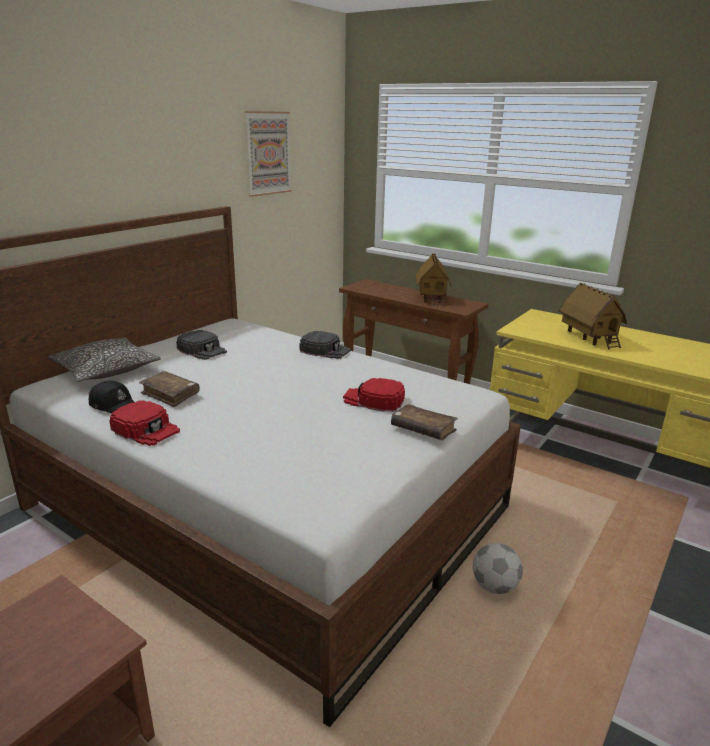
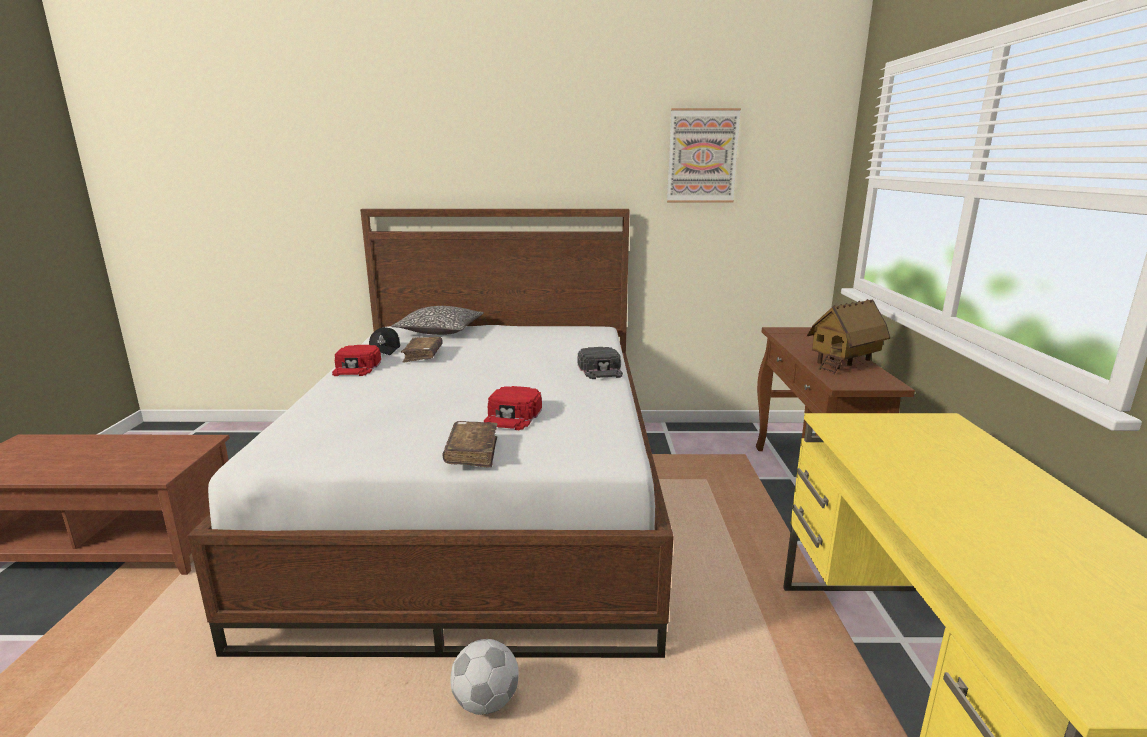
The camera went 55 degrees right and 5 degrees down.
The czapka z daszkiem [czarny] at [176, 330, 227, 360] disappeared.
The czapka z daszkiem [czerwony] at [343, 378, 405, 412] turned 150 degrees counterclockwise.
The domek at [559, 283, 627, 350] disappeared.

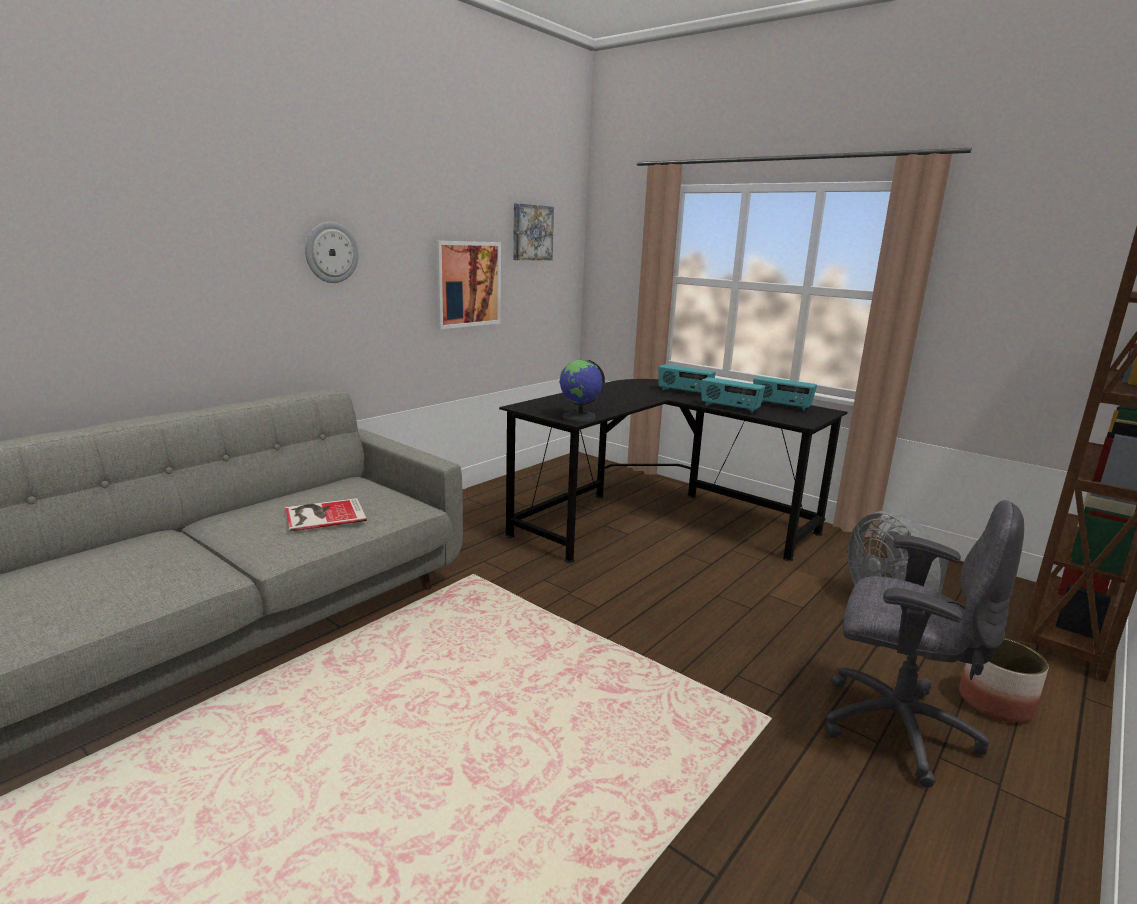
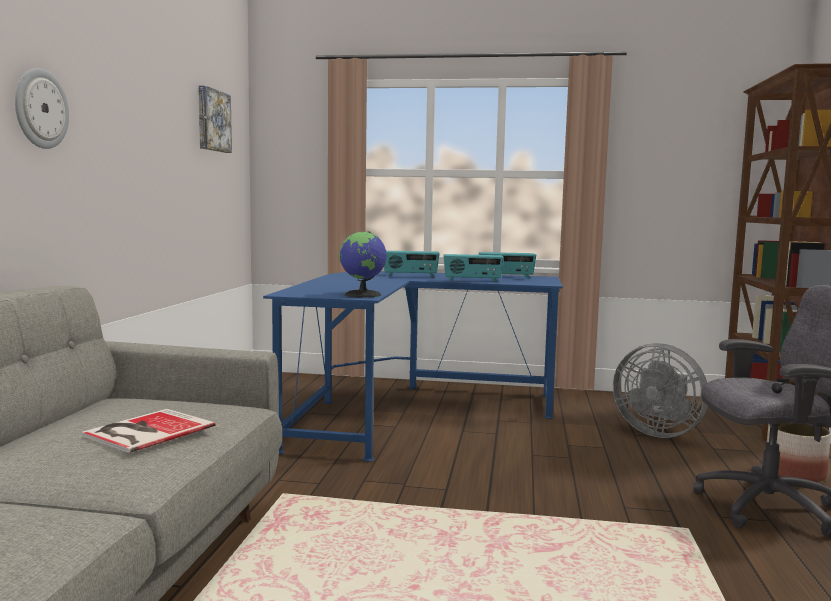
The camera went 30 degrees left and 10 degrees down.
The obraz at [434, 240, 501, 329] disappeared.
The biurko [czarny] at [499, 379, 847, 563] became the biurko [niebieski] at [263, 271, 563, 462].

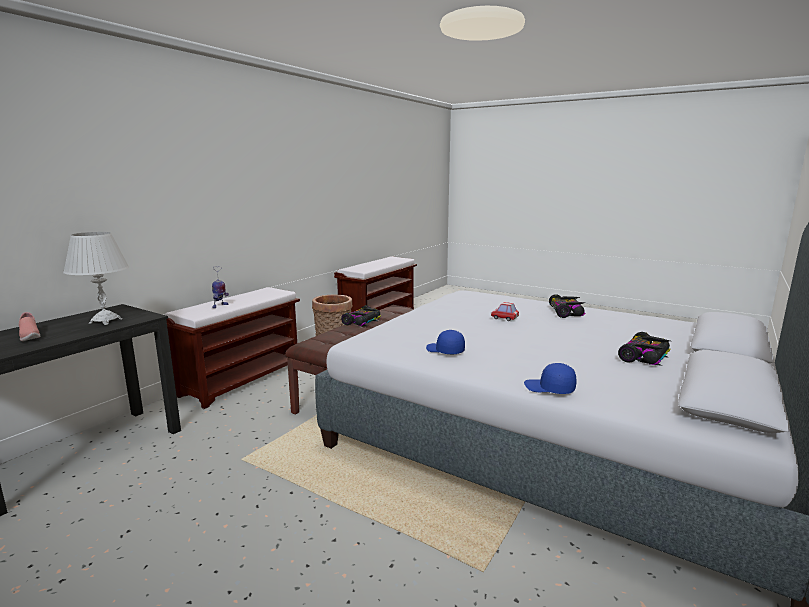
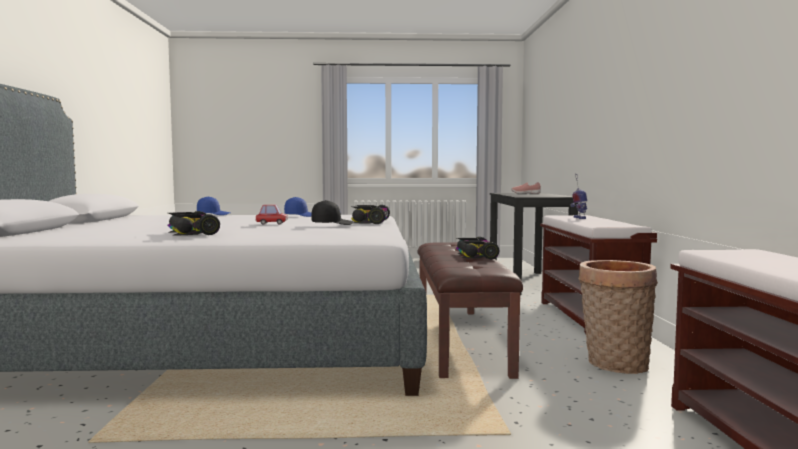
The camera went 145 degrees right and 10 degrees down.
The lampa stołowa [biały] at [63, 232, 129, 325] disappeared.
The samochodzik moved from [618, 332, 671, 366] to [351, 205, 390, 224].
The czapka z daszkiem [czarny] at [311, 200, 354, 225] appeared.

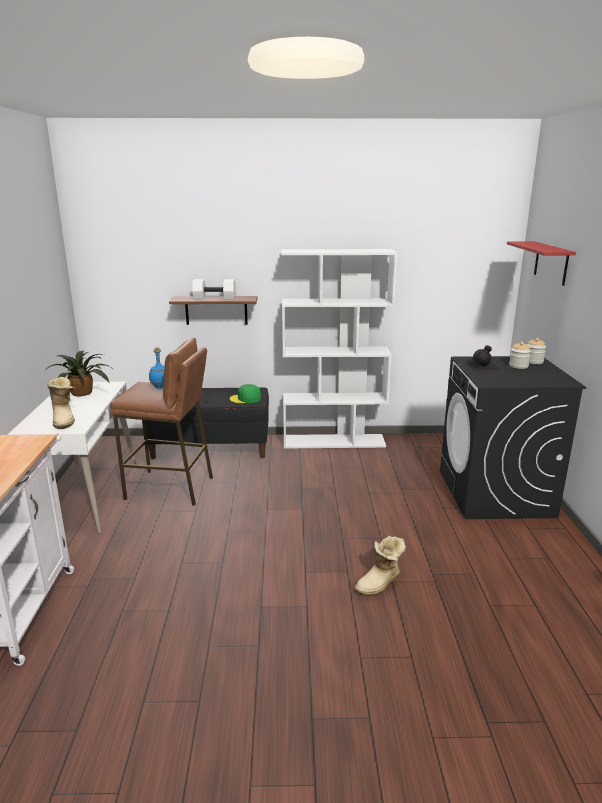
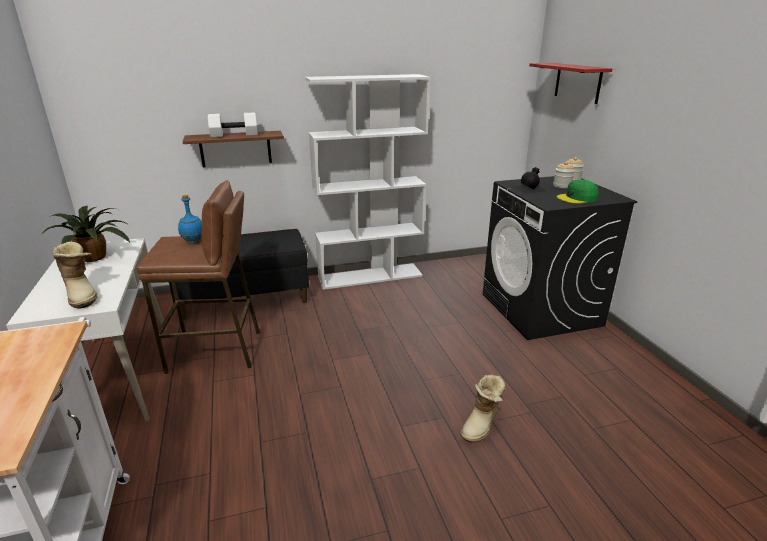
The camera went 15 degrees left and 5 degrees up.
The czapka z daszkiem [zielony] moved from [230, 384, 261, 403] to [557, 179, 599, 204].

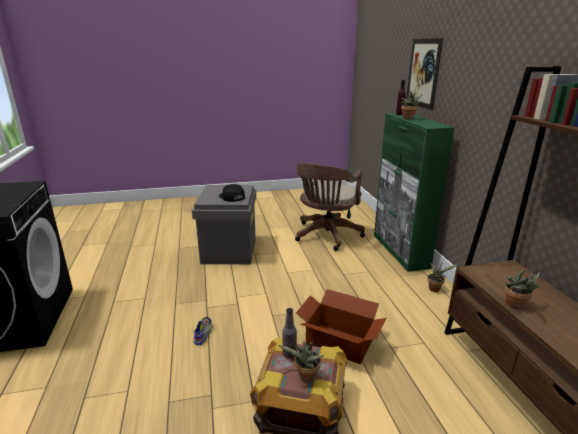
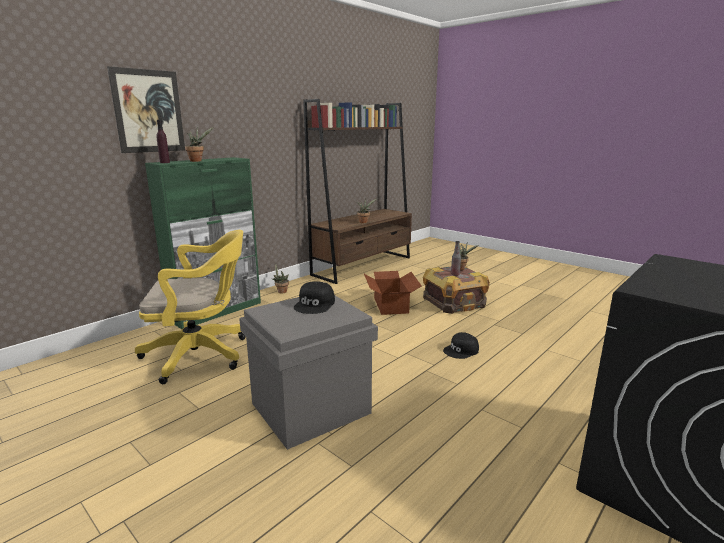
The camera went 125 degrees left and 5 degrees down.
The but at [193, 317, 216, 345] was replaced by the czapka z daszkiem [czarny] at [443, 332, 479, 359].
The krzesło biurowe [brązowy] at [295, 163, 365, 251] became the krzesło biurowe [żółty] at [135, 230, 246, 384].

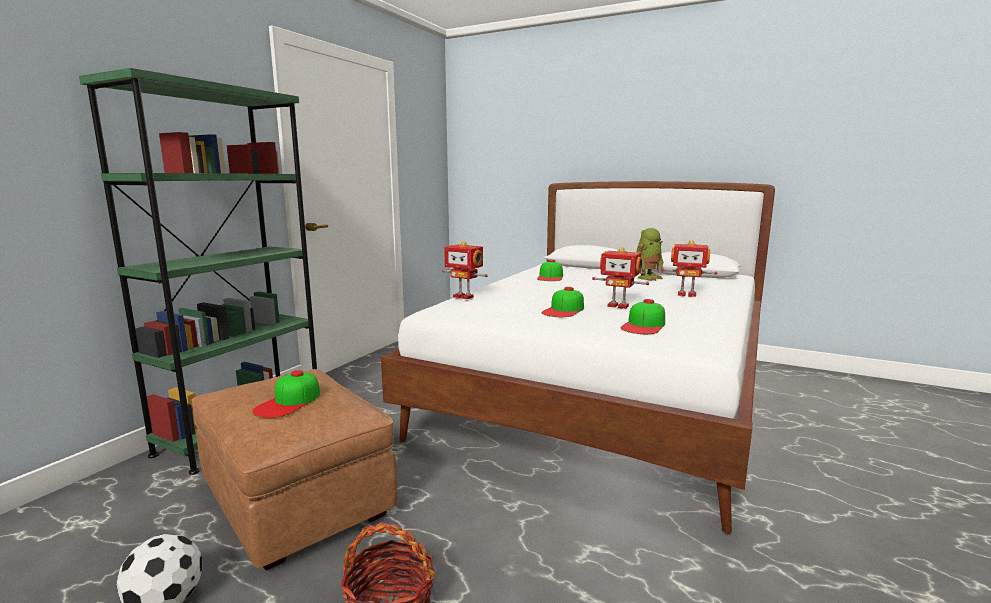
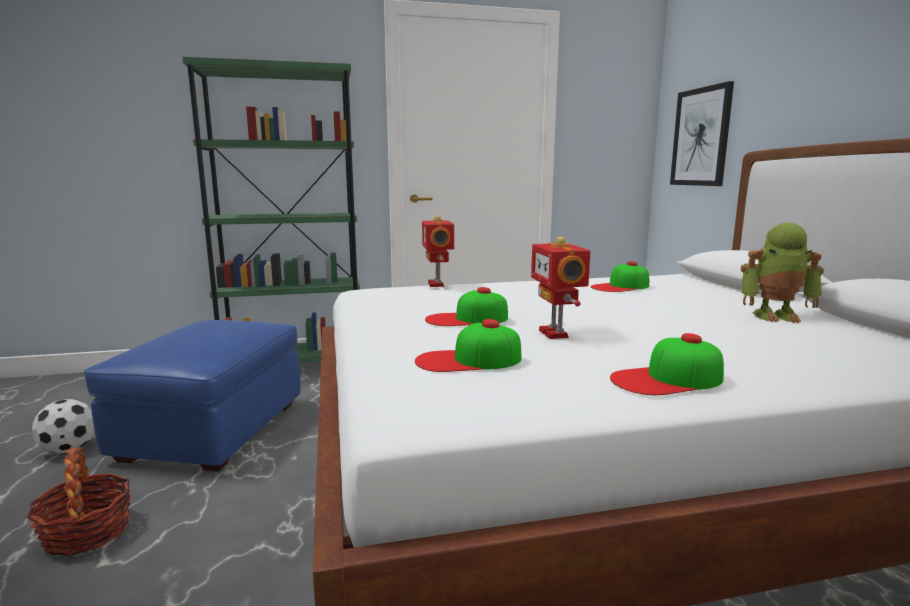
The camera went 50 degrees right and 0 degrees up.
The pufa [brązowy] at [191, 369, 397, 571] became the pufa [niebieski] at [83, 320, 301, 472].
The czapka z daszkiem moved from [252, 370, 320, 418] to [610, 333, 724, 395].
The robot zabawkowy at [661, 240, 718, 297] disappeared.
The obraz at [670, 81, 734, 186] appeared.

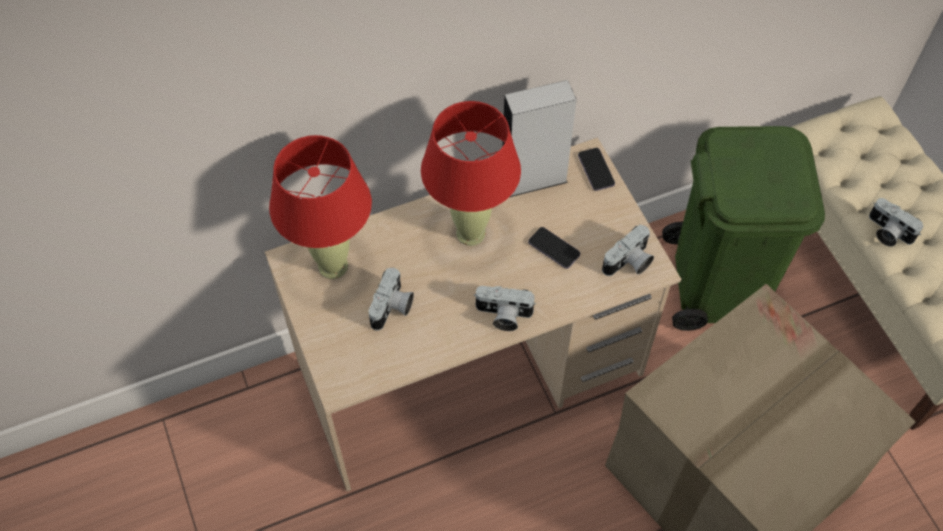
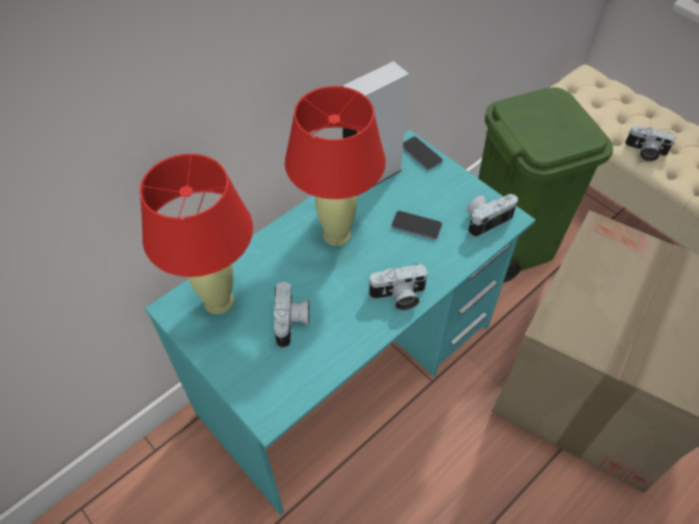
The camera went 20 degrees left and 5 degrees down.
The biurko [beżowy] at [265, 137, 681, 491] became the biurko [turkusowy] at [145, 130, 536, 515].
The aparat fotograficzny at [602, 224, 654, 276] turned 150 degrees counterclockwise.

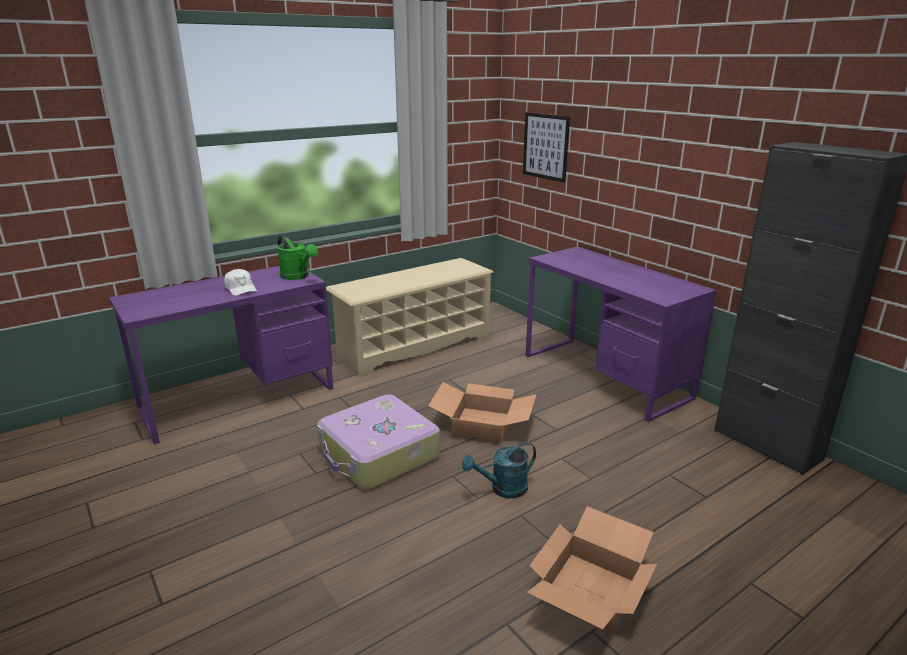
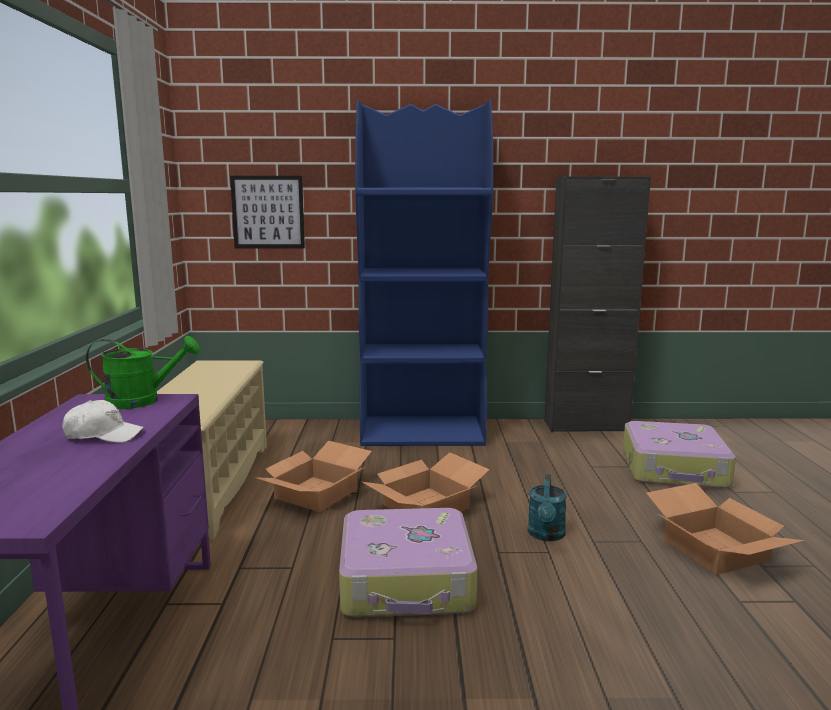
The camera went 55 degrees left and 10 degrees down.
The biurko [fioletowy] at [525, 247, 716, 422] was replaced by the regał [niebieski] at [355, 99, 493, 446].
The karton at [253, 441, 372, 512] appeared.
The walizka at [623, 421, 736, 489] appeared.

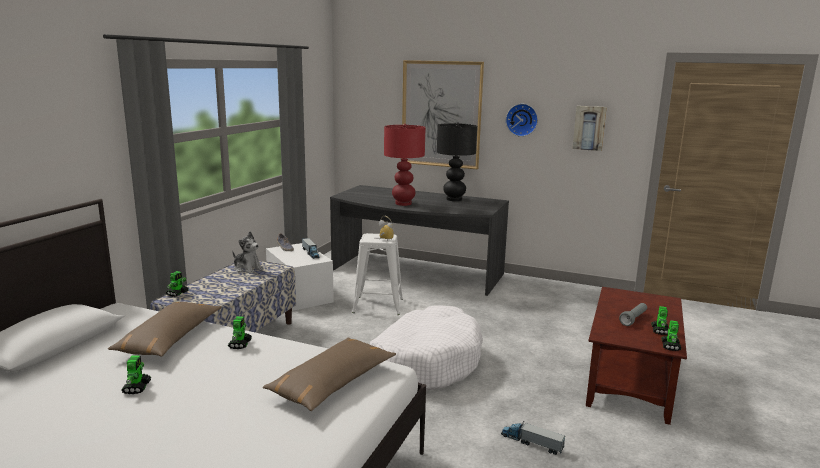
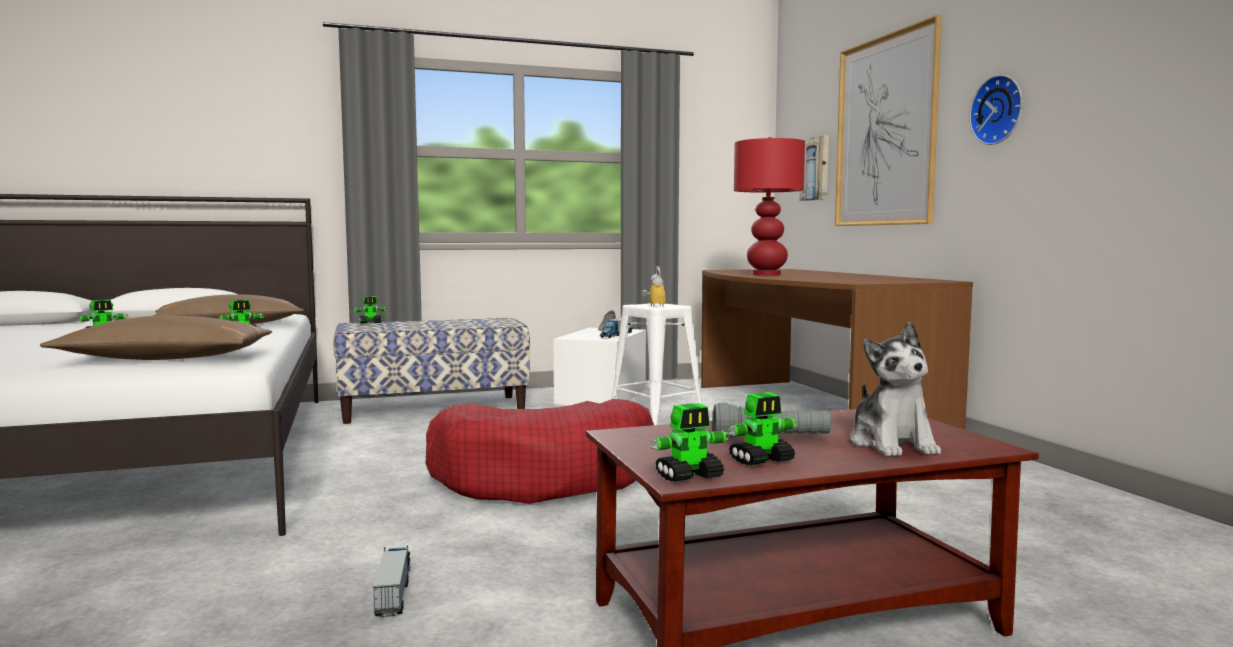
The camera went 50 degrees right and 10 degrees down.
The pluszak moved from [232, 232, 264, 274] to [850, 322, 941, 457].
The biurko [szary] at [330, 185, 509, 296] became the biurko [brązowy] at [701, 269, 973, 430].
The legowisko [biały] at [370, 305, 483, 390] became the legowisko [czerwony] at [425, 399, 654, 504].
The lampa stołowa [czarny] at [437, 122, 477, 201] disappeared.
The obraz moved from [572, 106, 607, 151] to [799, 135, 829, 201].

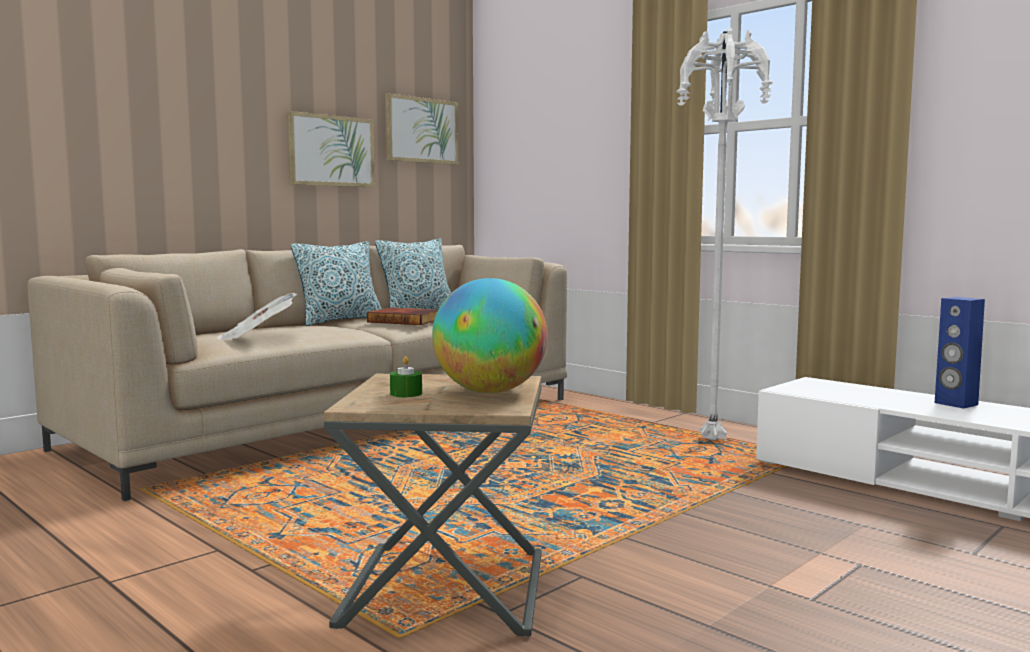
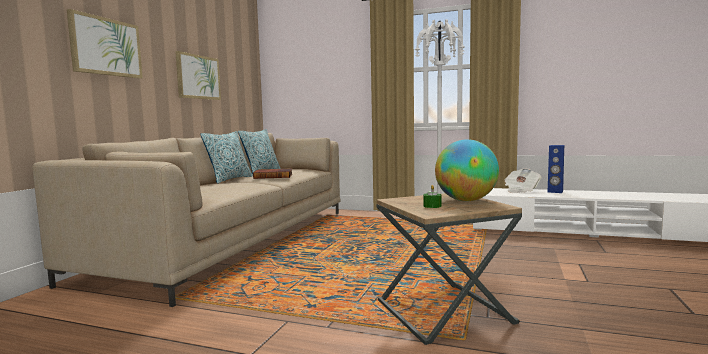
The camera went 25 degrees left and 0 degrees up.
The gazeta moved from [216, 293, 297, 340] to [504, 168, 542, 193].
The obraz moved from [385, 93, 458, 165] to [67, 9, 143, 79].

